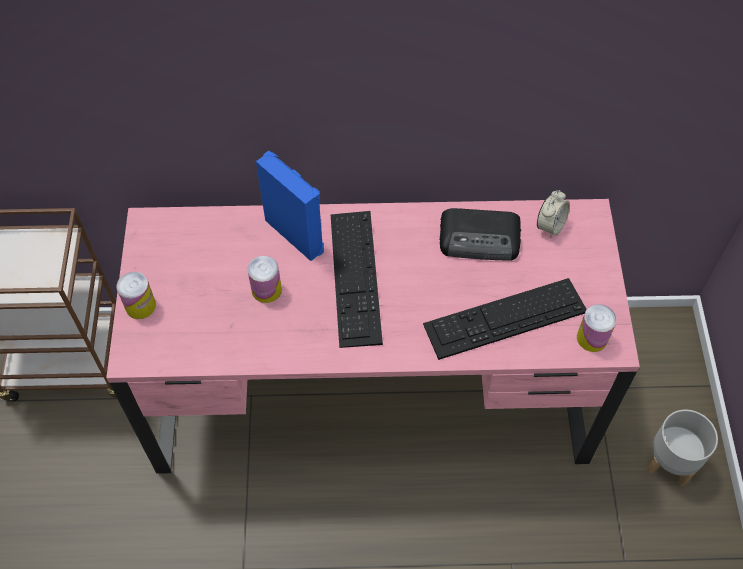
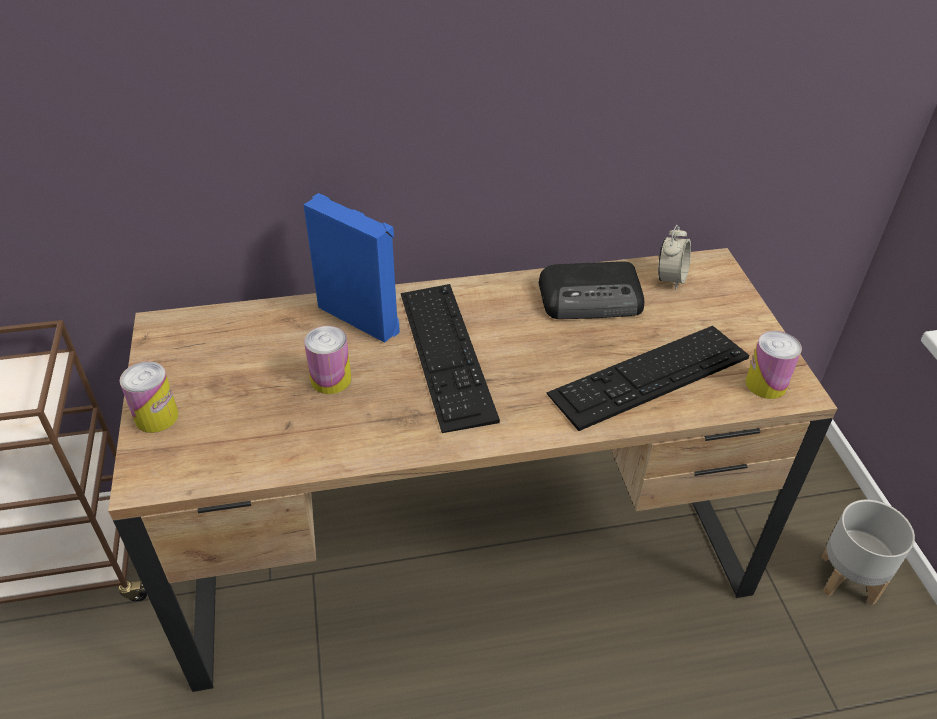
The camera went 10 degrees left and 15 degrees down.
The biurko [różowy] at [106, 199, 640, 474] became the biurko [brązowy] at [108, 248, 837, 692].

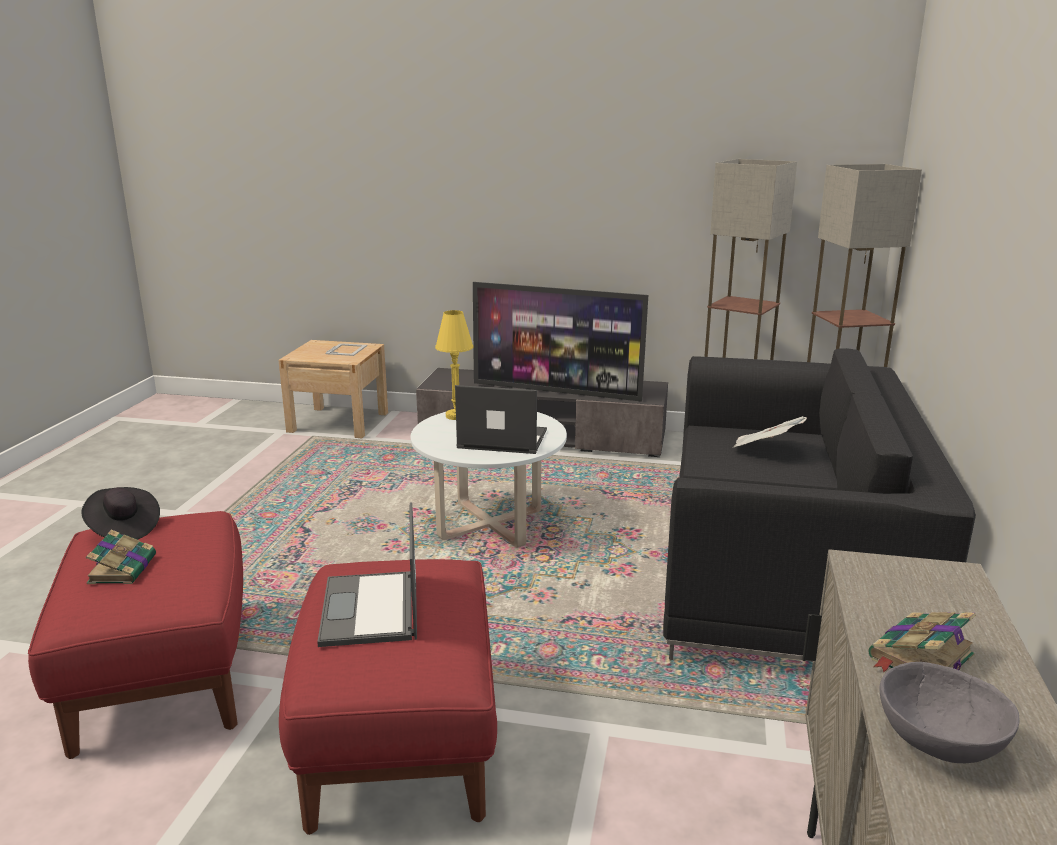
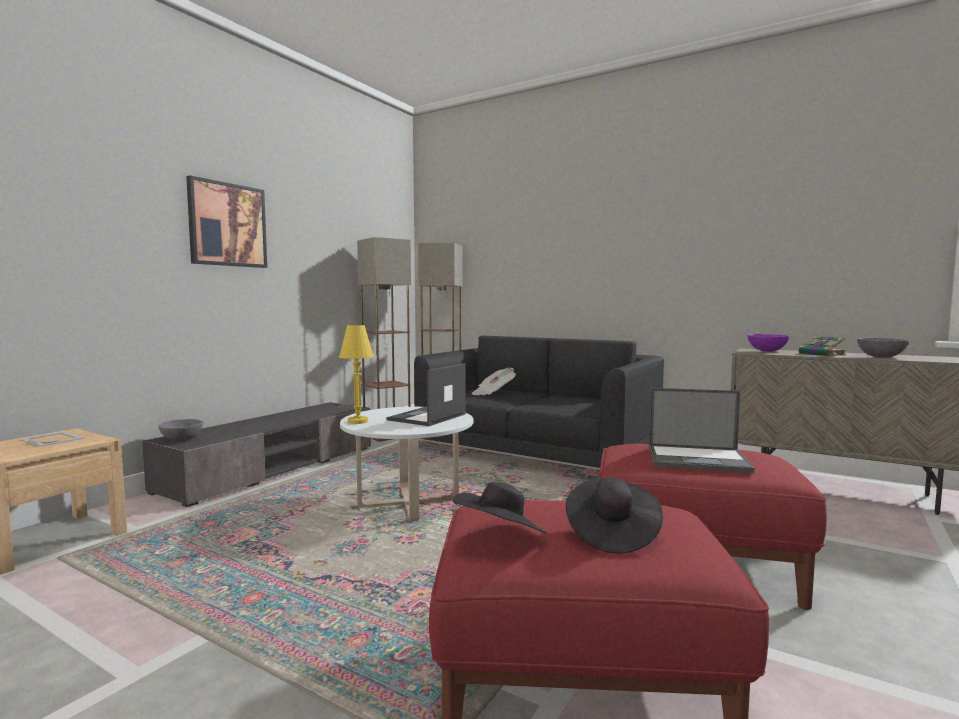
The camera went 70 degrees left and 15 degrees down.
The książka at [86, 529, 156, 584] was replaced by the kapelusz [czarny] at [566, 477, 663, 553].
The telewizor at [473, 282, 648, 402] disappeared.
The miska [szary] at [158, 419, 203, 441] appeared.
The obraz at [186, 175, 267, 268] appeared.
The miska [fioletowy] at [748, 334, 790, 352] appeared.

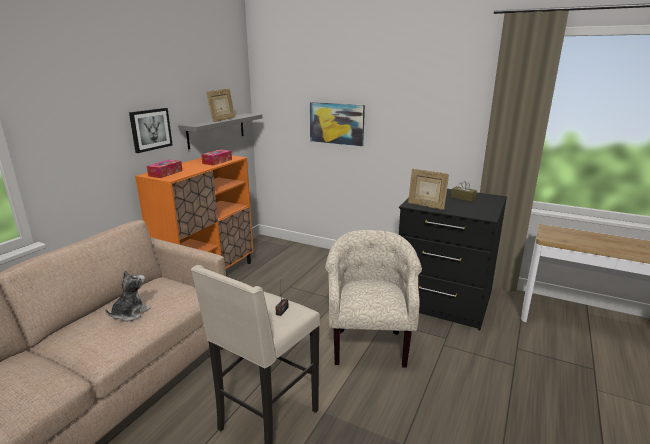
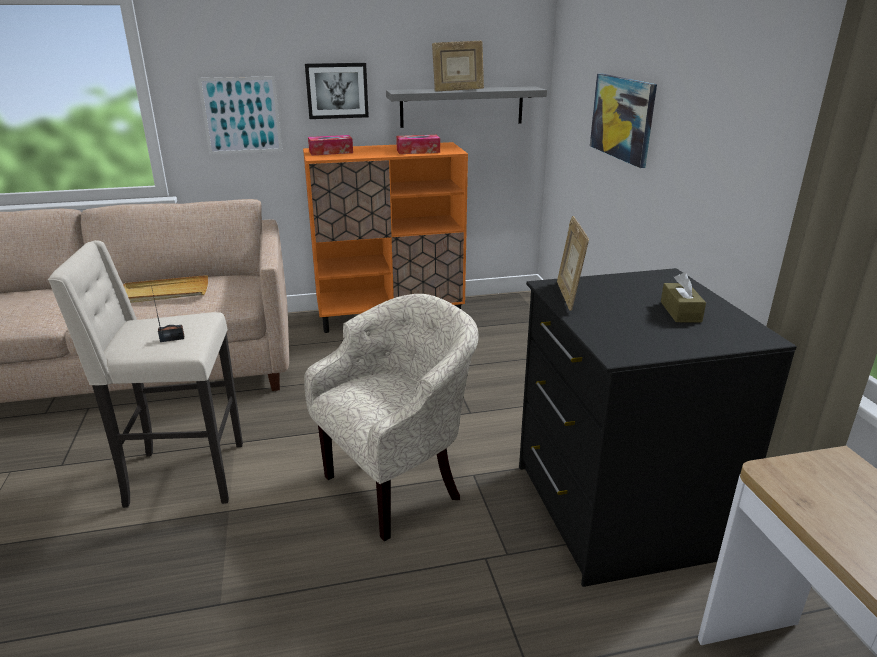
The camera went 50 degrees right and 5 degrees up.
The pluszak at [105, 270, 151, 322] was replaced by the taca [beżowy] at [123, 275, 208, 303].
The obraz at [198, 76, 282, 154] appeared.

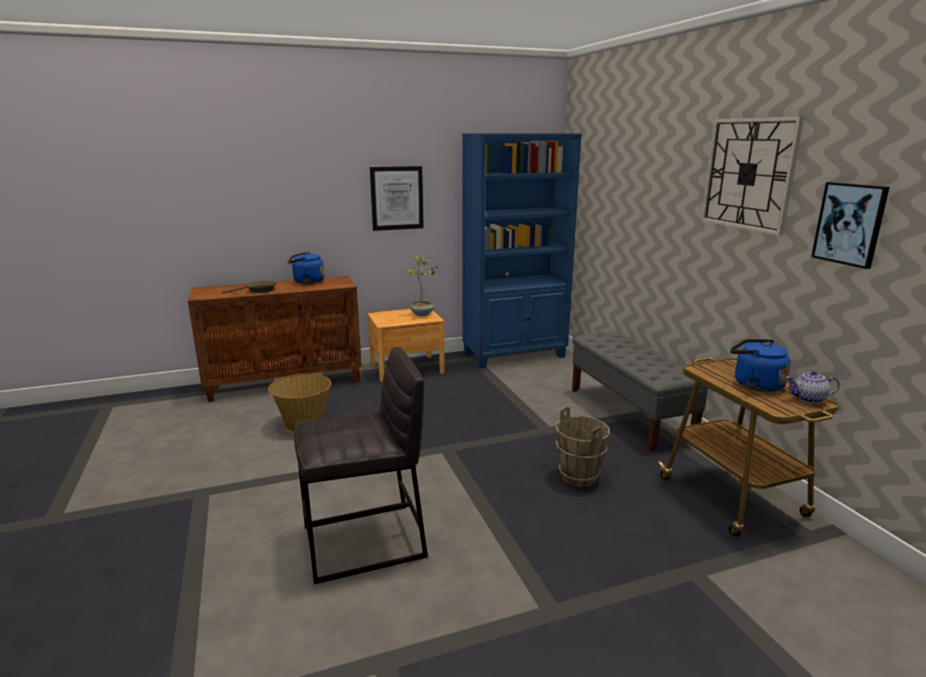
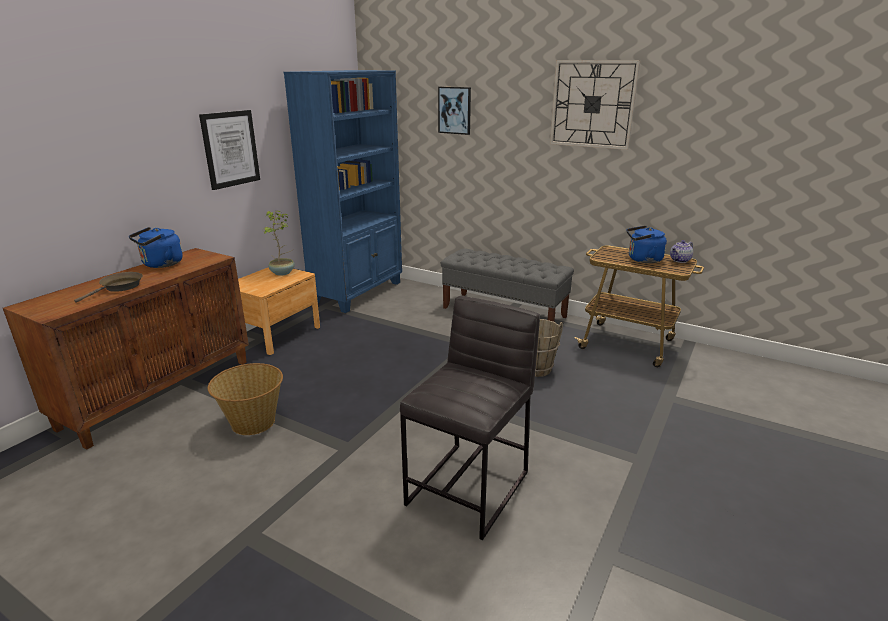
The camera went 40 degrees left and 5 degrees up.
The obraz moved from [811, 182, 890, 269] to [438, 87, 471, 135].

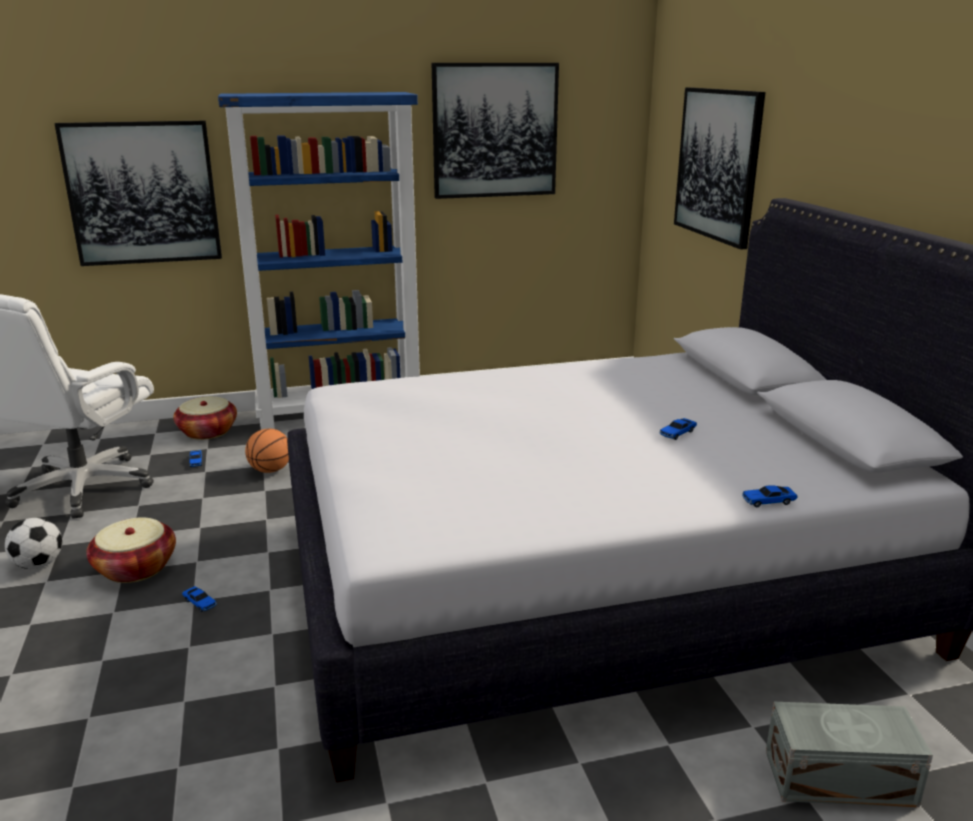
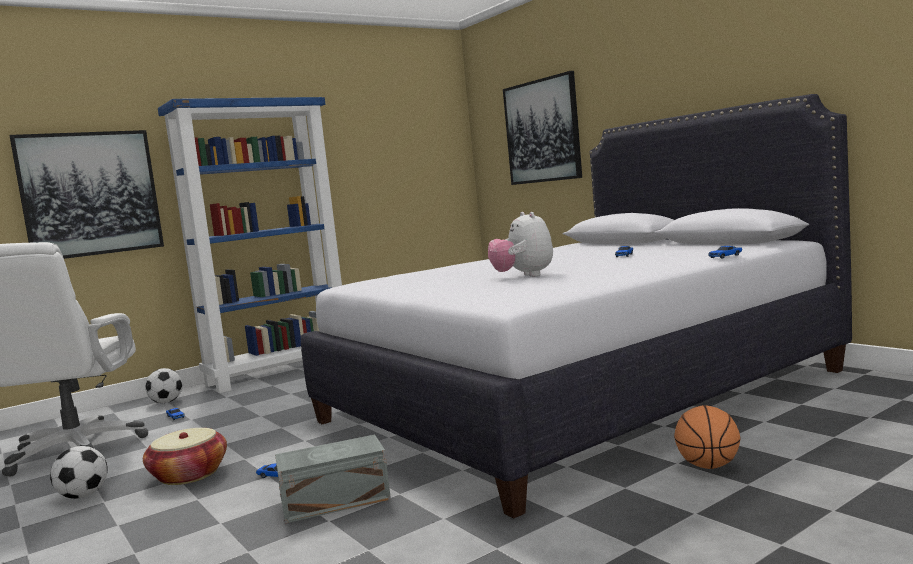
The camera went 20 degrees left and 15 degrees down.
The koszyk at [173, 396, 237, 440] was replaced by the piłka futbolowa at [145, 368, 183, 403].
The piłka do koszykówki moved from [245, 429, 289, 473] to [674, 405, 740, 469].
The obraz at [432, 63, 559, 199] disappeared.
The pojemnik do przechowywania [szary] moved from [766, 702, 933, 807] to [275, 435, 391, 523].
The pluszak at [488, 212, 553, 277] appeared.

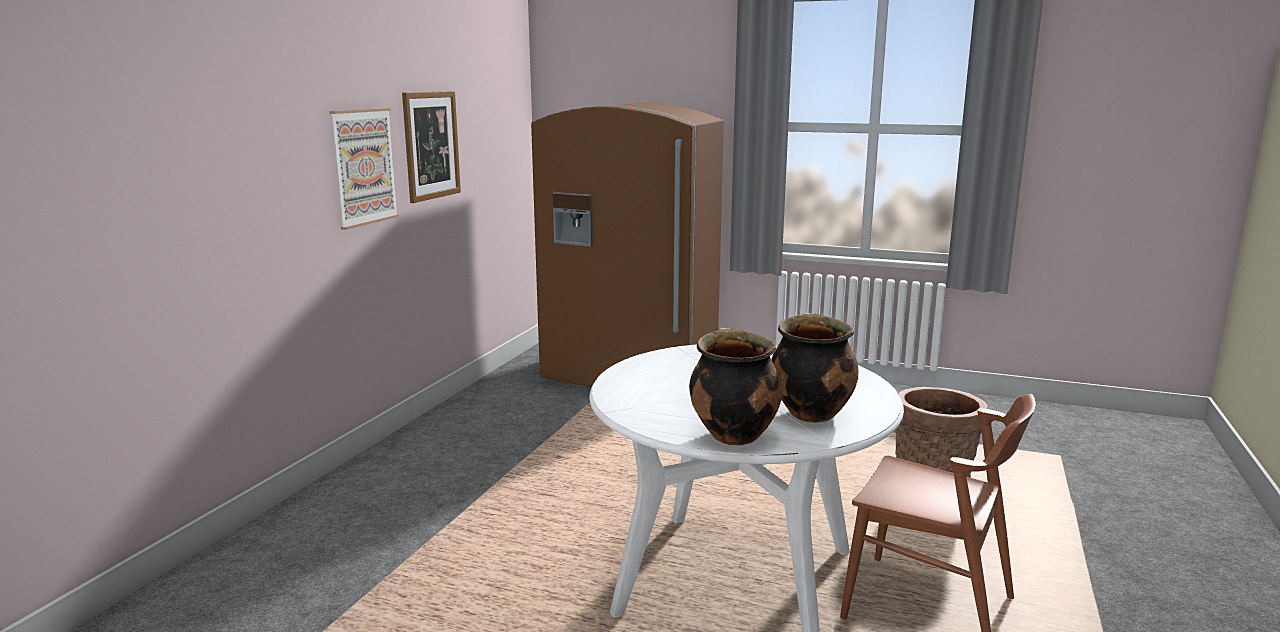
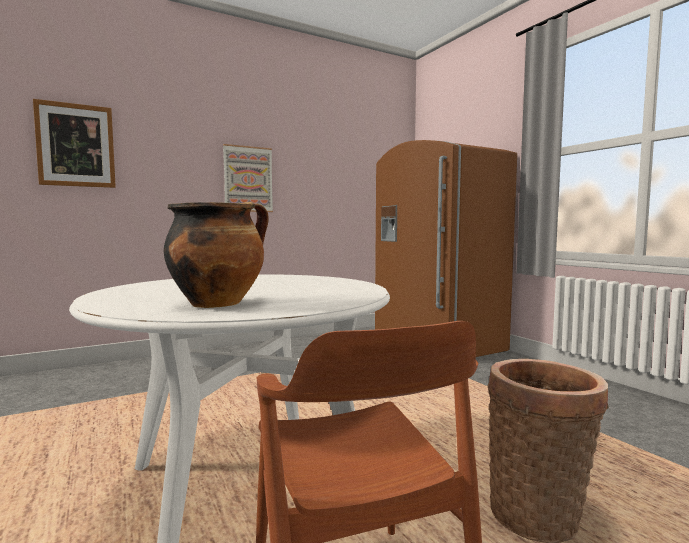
The camera went 40 degrees right and 10 degrees down.
The obraz moved from [402, 91, 461, 203] to [33, 99, 116, 188].
The garnek at [689, 328, 782, 446] disappeared.

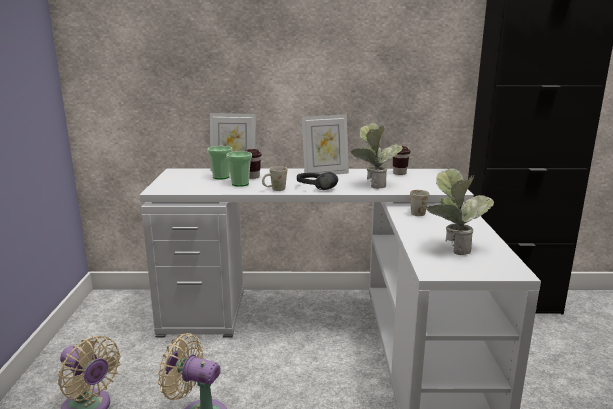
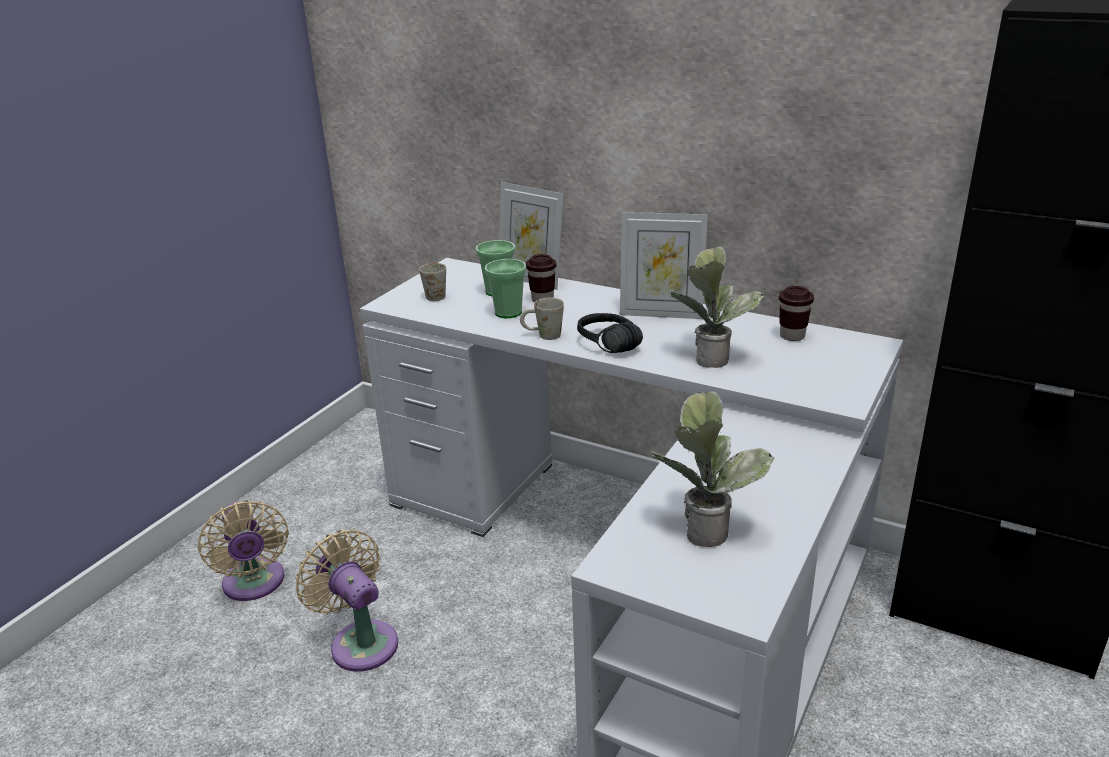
The camera went 30 degrees right and 10 degrees up.
The kubek [biały] moved from [410, 190, 430, 216] to [419, 263, 446, 301].

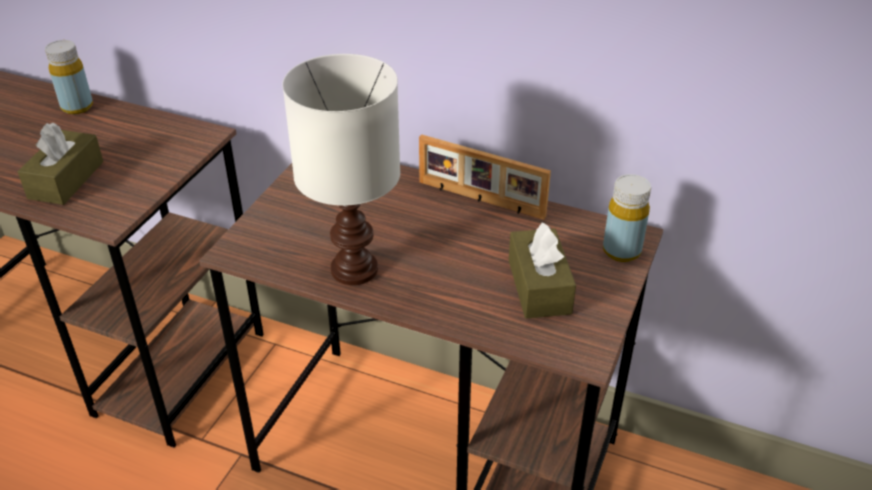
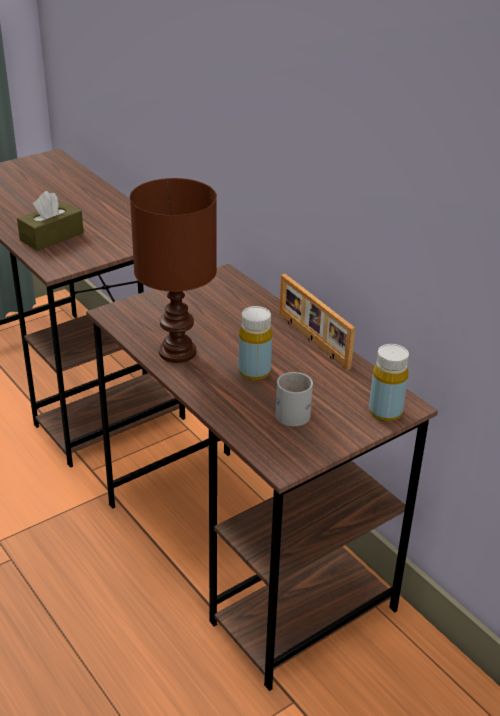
The camera went 30 degrees right and 5 degrees down.
The butelka [żółty] moved from [45, 40, 93, 114] to [238, 306, 272, 381].
The lampa stołowa [biały] at [282, 54, 400, 285] became the lampa stołowa [brązowy] at [130, 178, 217, 363].
The pudełko chusteczek [brązowy] at [509, 222, 576, 318] was replaced by the kubek [biały] at [275, 372, 313, 426].

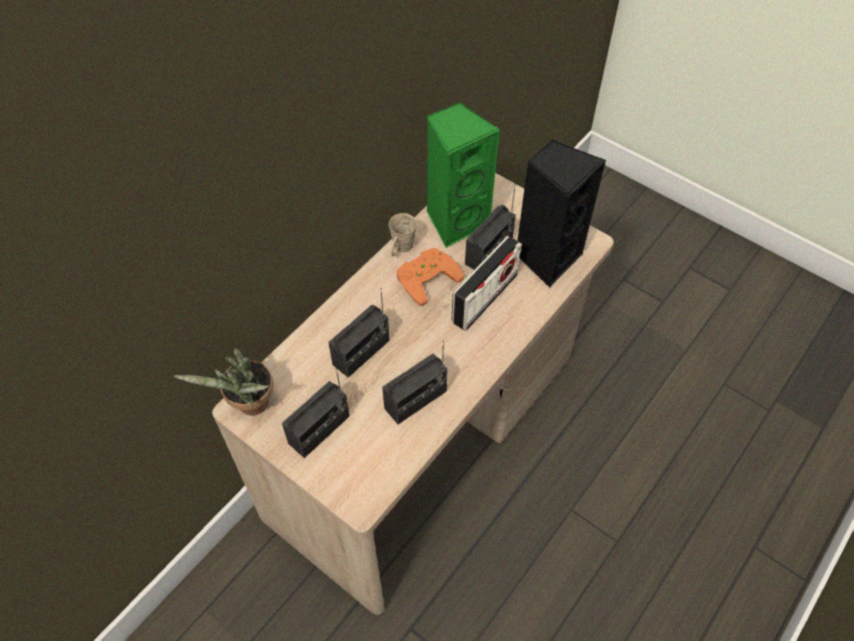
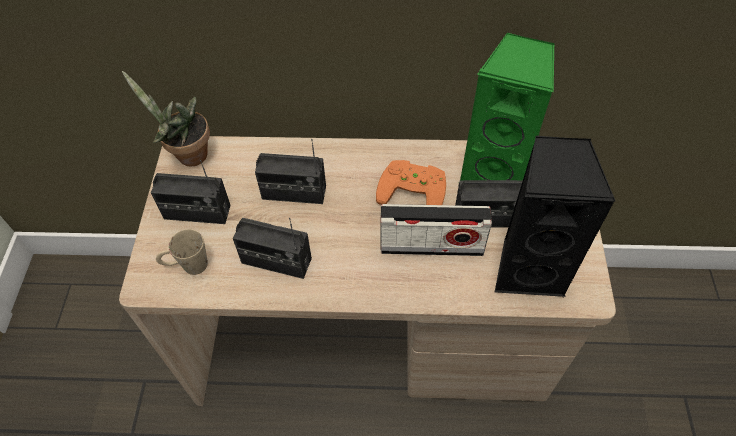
The camera went 55 degrees right and 0 degrees up.
The kubek [beżowy] moved from [389, 213, 417, 257] to [156, 229, 208, 275].

